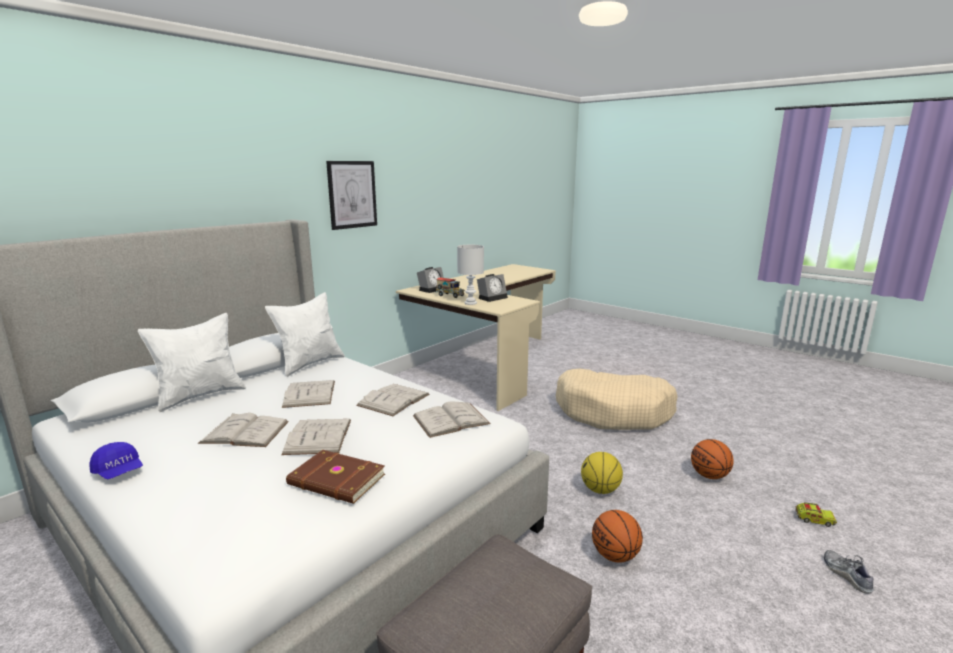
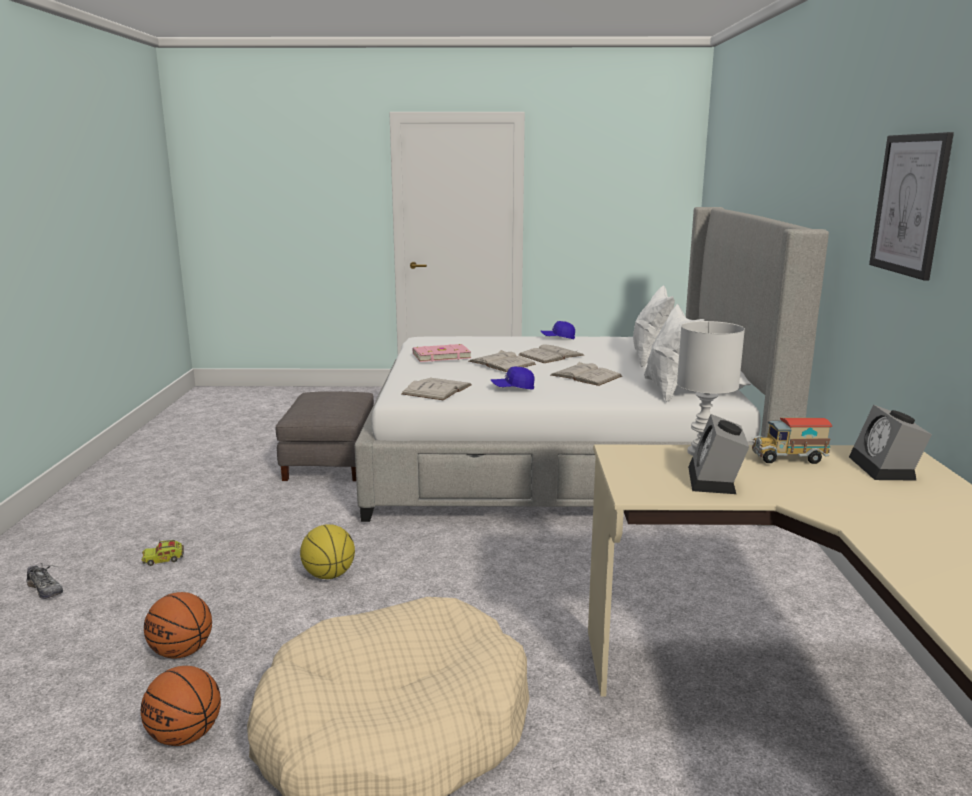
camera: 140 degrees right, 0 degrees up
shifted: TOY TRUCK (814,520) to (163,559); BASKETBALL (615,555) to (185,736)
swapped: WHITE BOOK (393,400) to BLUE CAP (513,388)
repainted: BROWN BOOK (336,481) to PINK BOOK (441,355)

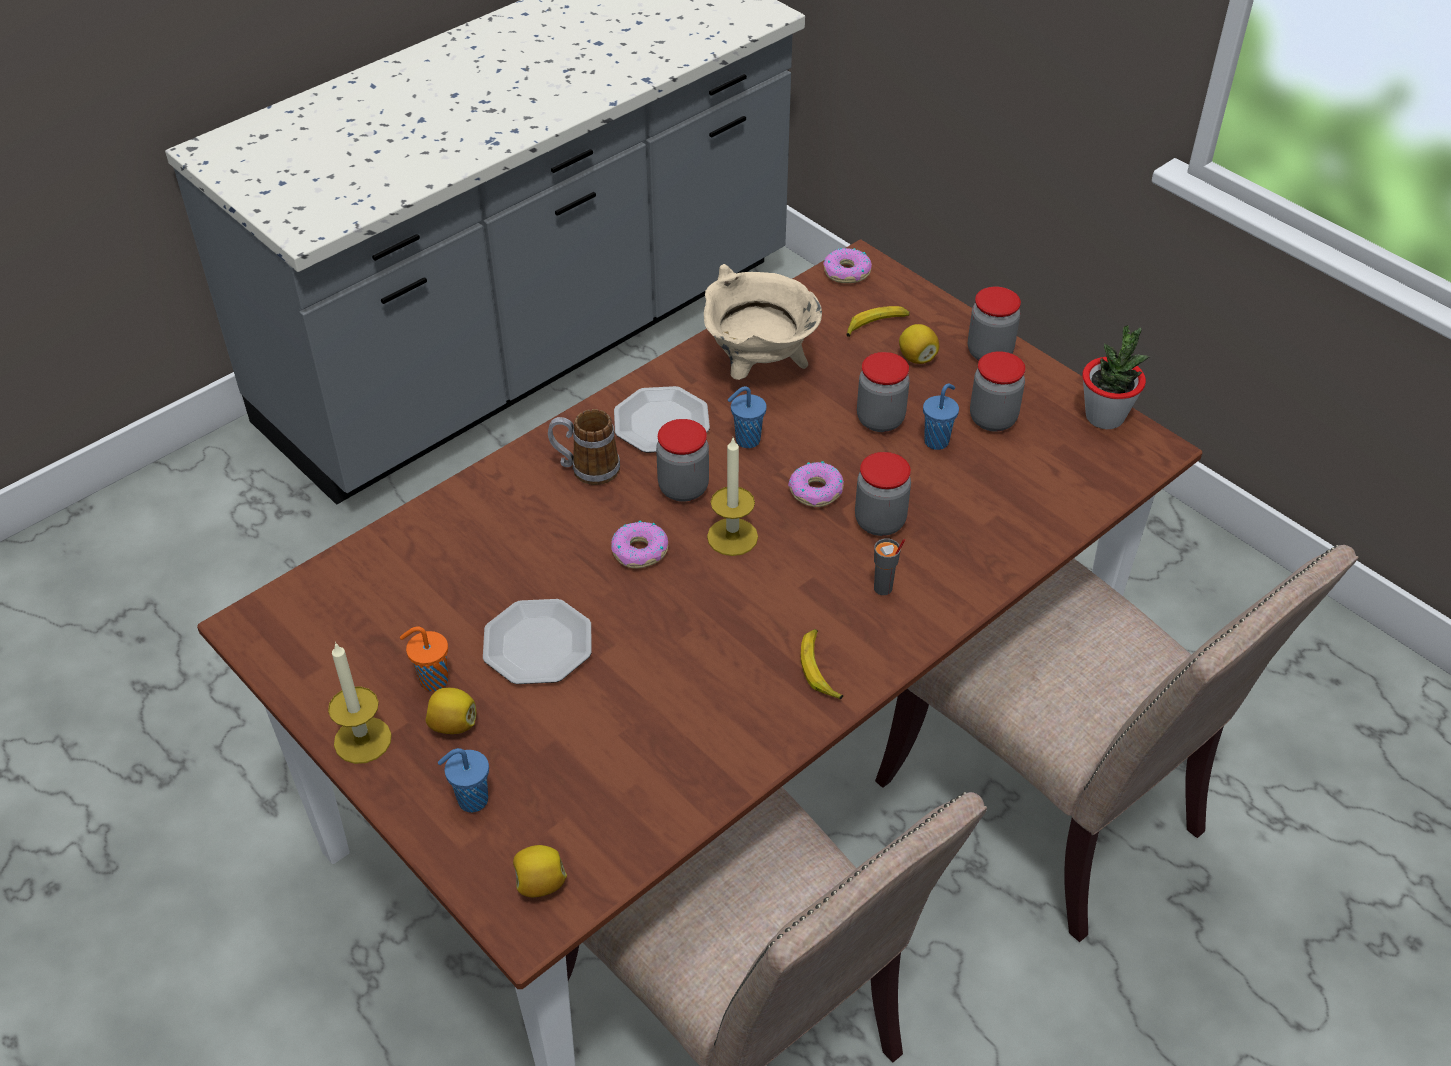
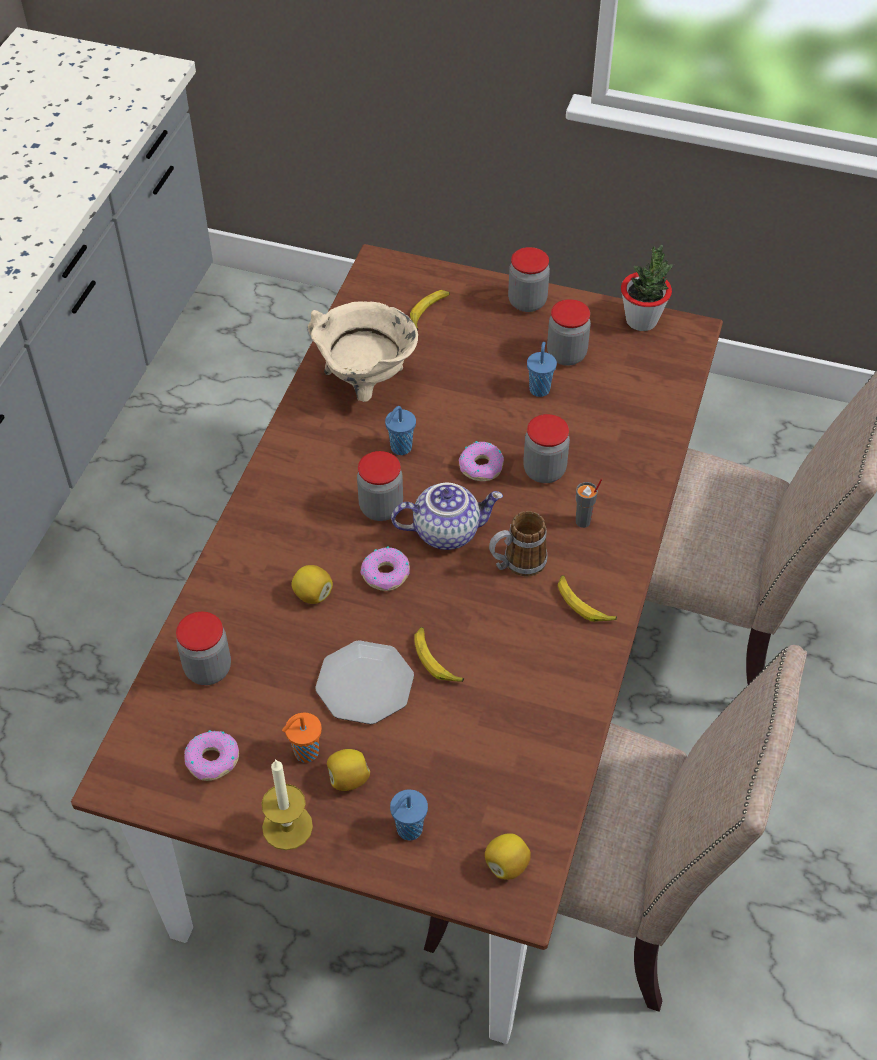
camera: 30 degrees left, 5 degrees up
gone: PLATE (662,423)
new: BANANA (436,659)
shifted: JAR (880,420) to (208,669); DONUT (846,272) to (212,760); LEMON (917,357) to (313,594); MUG (586,469) to (517,563)
swapped: CANDLE (732,537) to TEAPOT (447,530)

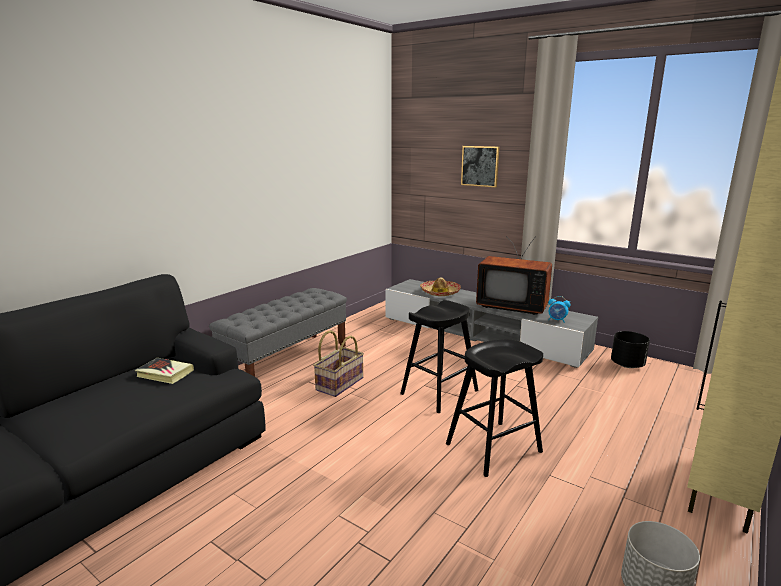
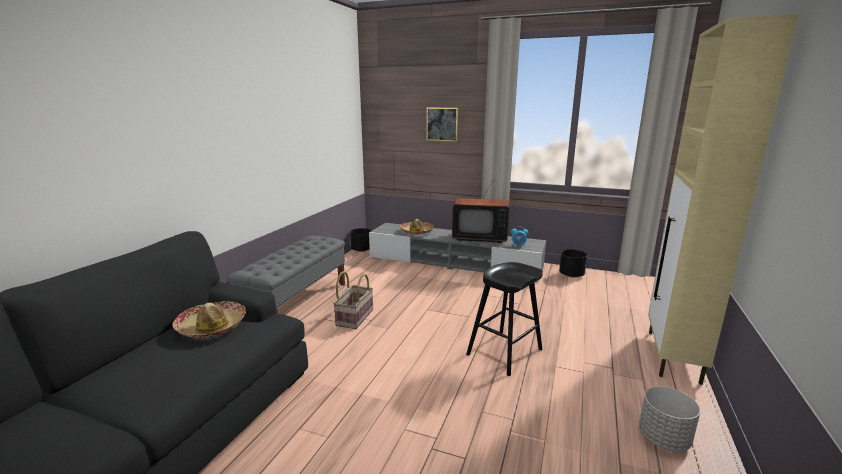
camera: 15 degrees left, 0 degrees up
gone: BLACK STOOL (439,392)
new: BLACK PLANTER (361,250)
swapped: BOOK (165,374) to HAT (212,326)

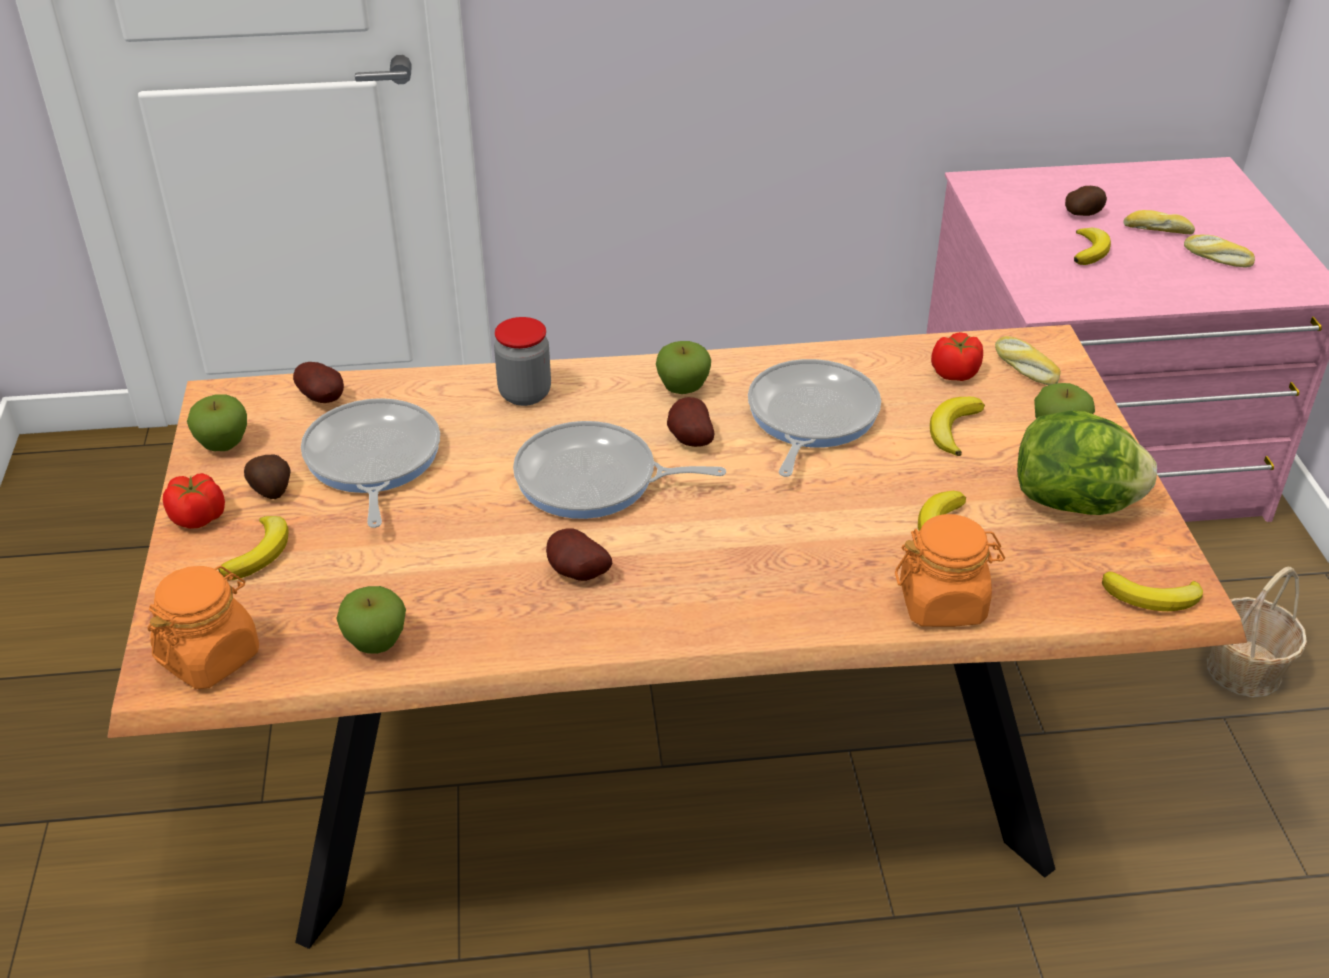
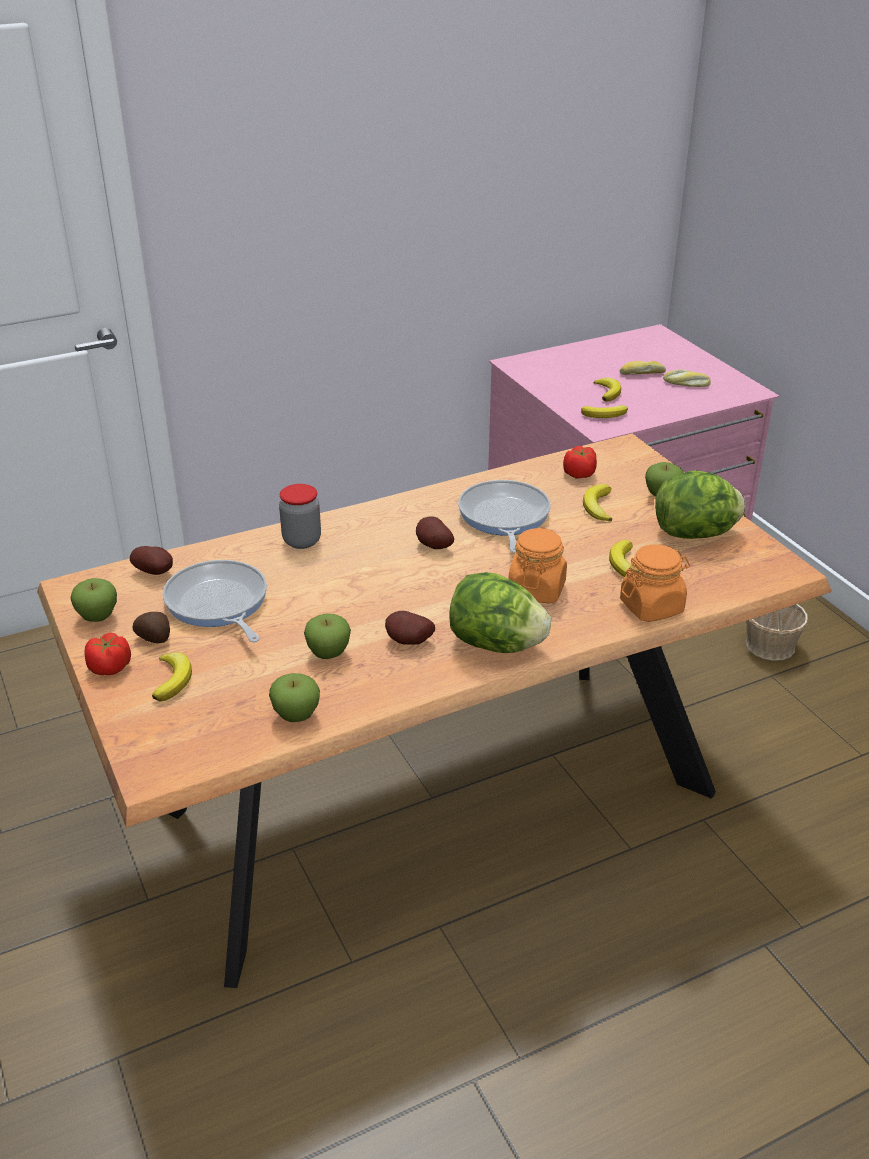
camera: 20 degrees left, 5 degrees down
gone: FRYING PAN (594,480); BREAD (1023,368); POTATO (1083,214)
new: LETTUCE (496,645)
shifted: APPLE (683,389) to (328,654); ORANGE JAR (210,657) to (536,589); BANANA (1153,598) to (606,414)

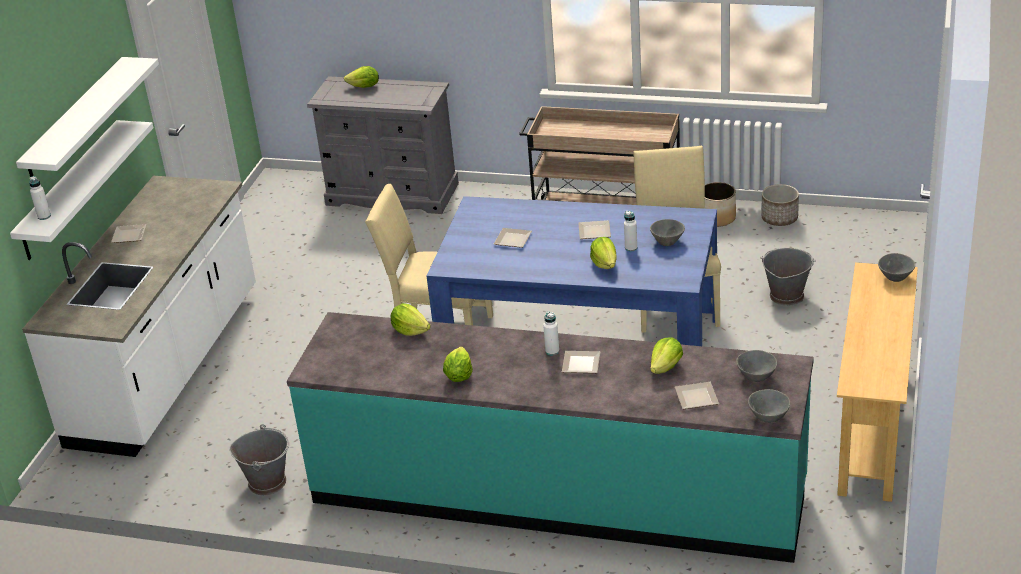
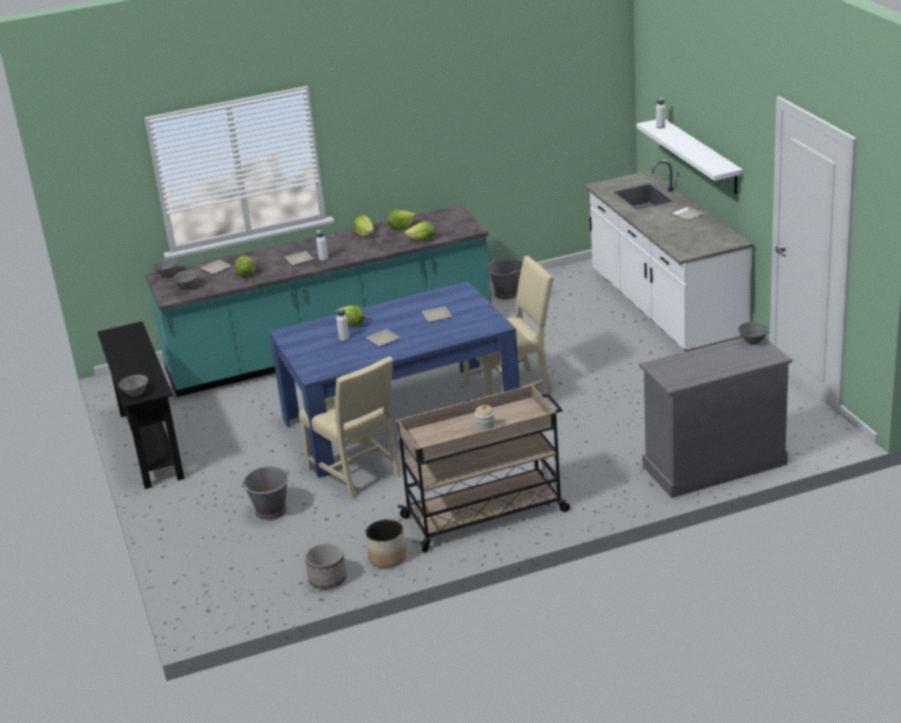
camera: 145 degrees right, 5 degrees down
gone: WHITE SHELF (76,124)
new: JAR (485,428)
shifted: LETTUCE (364,87) to (401,227); GREY BOWL (668,241) to (752,341)
repainted: BEIGE CONSOLE TABLE (872,431) to BLACK CONSOLE TABLE (150,445)

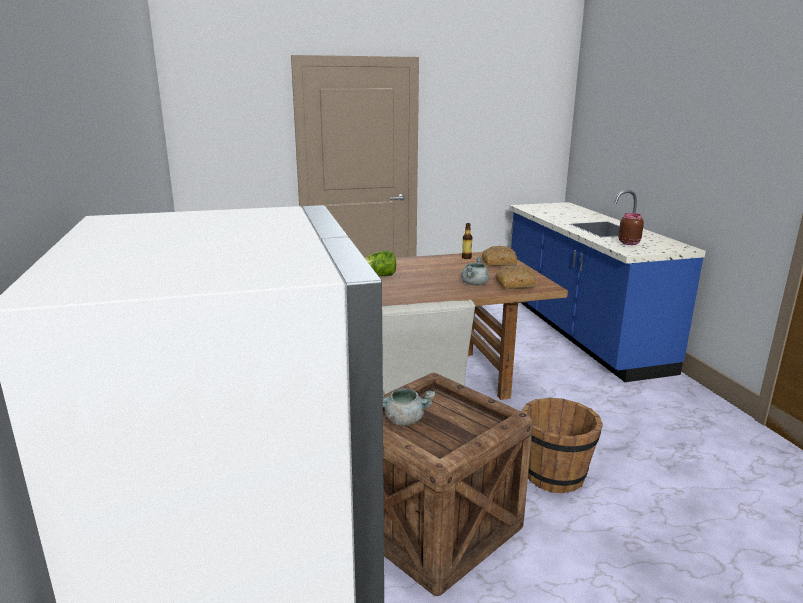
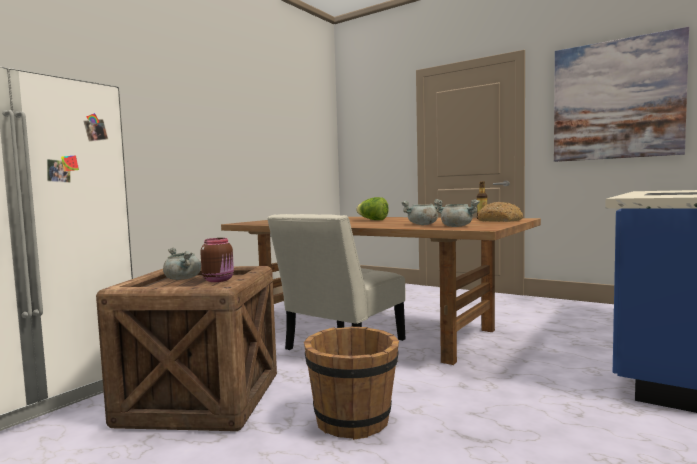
camera: 50 degrees right, 15 degrees down
new: PICTURE (616,100)
shifted: BROWN JAR (629,243) to (219,280)
swapped: BREAD (515,284) to GREY COOKING POT (457,226)

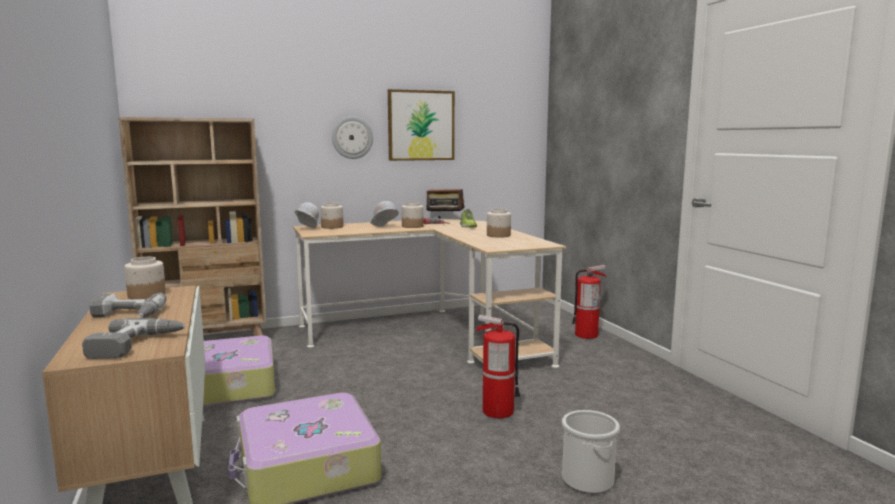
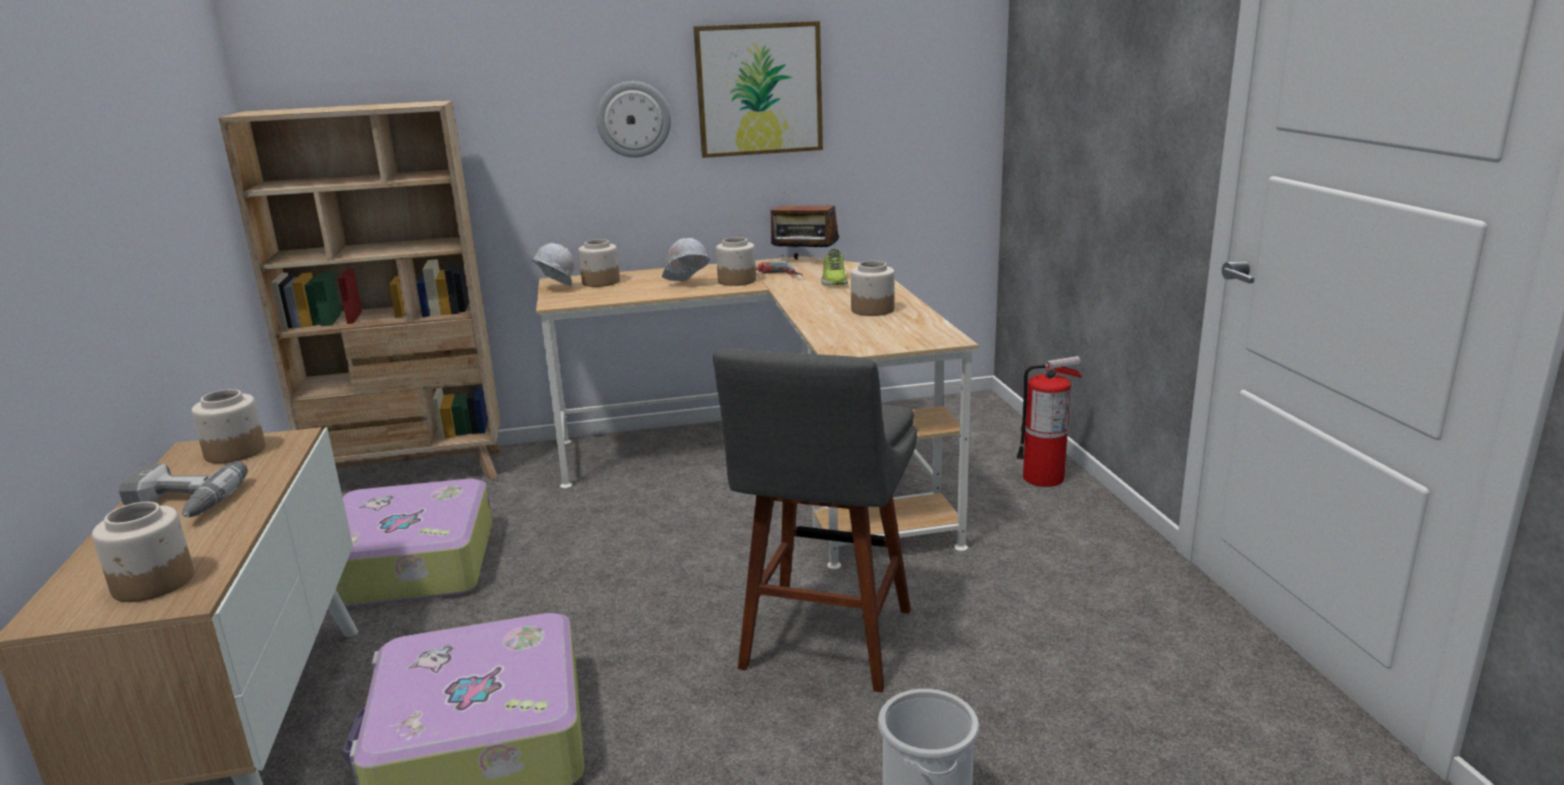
camera: 10 degrees right, 10 degrees up
swapped: POWER DRILL (136,345) to JAR (153,583); FIRE EXTINGUISHER (497,411) to GREY STOOL (824,644)

